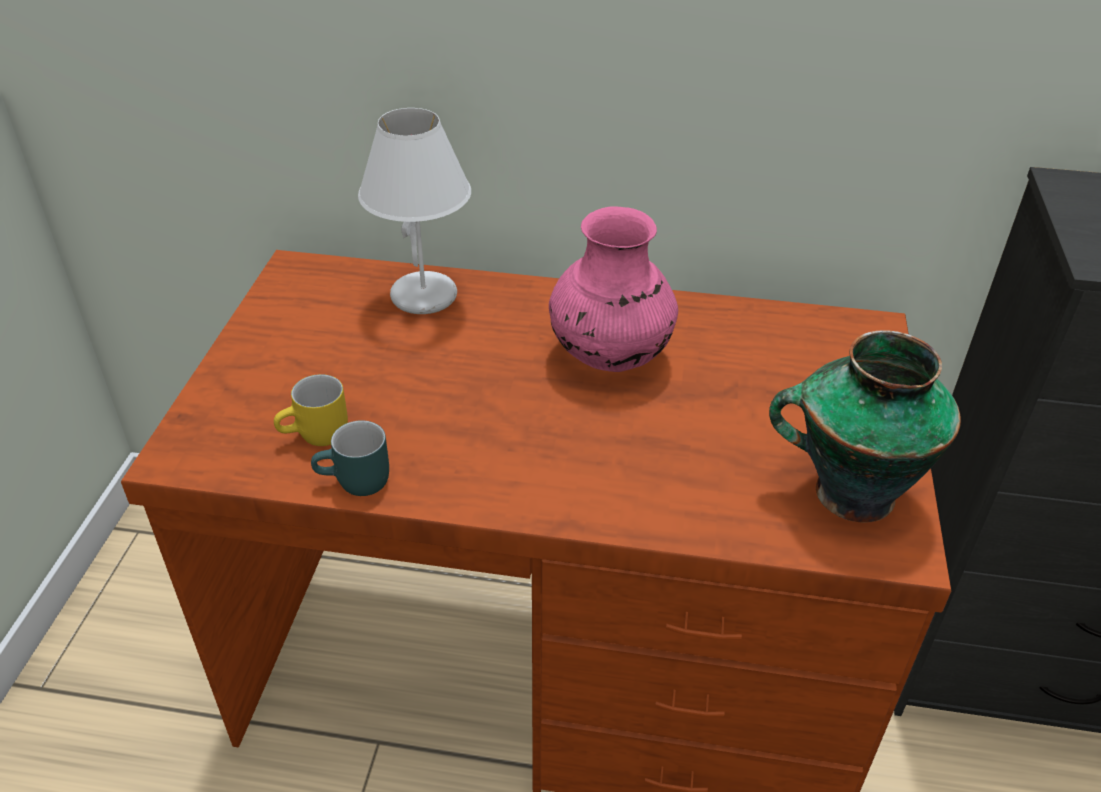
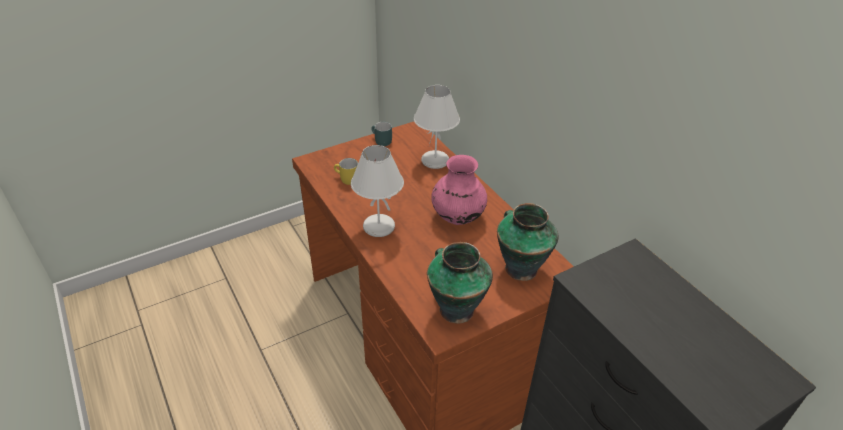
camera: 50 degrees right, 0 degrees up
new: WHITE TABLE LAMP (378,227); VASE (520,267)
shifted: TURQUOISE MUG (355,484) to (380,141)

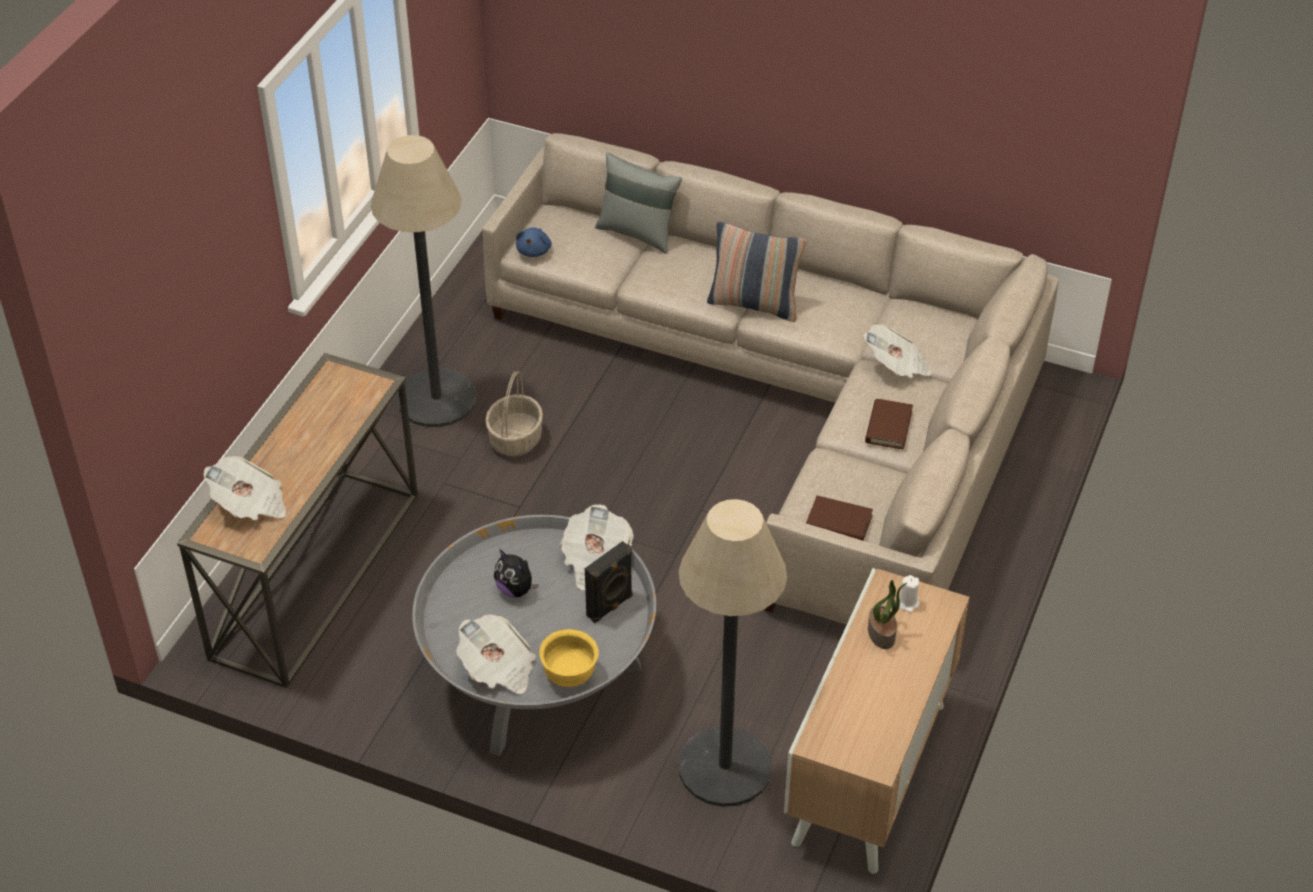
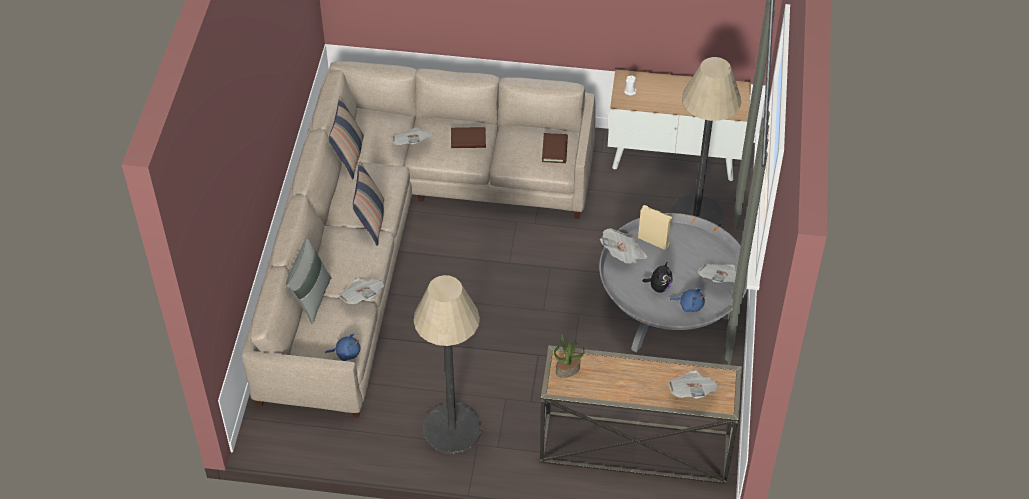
camera: 105 degrees left, 5 degrees up
gone: BASKET (515,439); YELLOW BOWL (569,675)
new: PILLOW (349,156); NEWSPAPER (362,297); BLUE PLUSH TOY (689,305)
shifted: POTTED PLANT (882,633) to (568,369)
repainted: BLACK SPEAKER (610,606) to BEIGE SPEAKER (653,241)

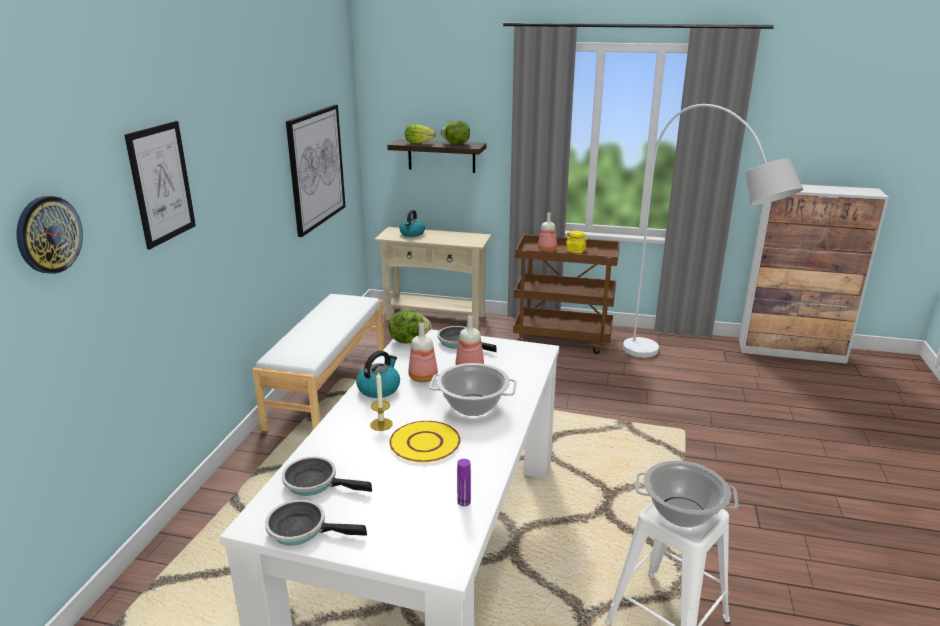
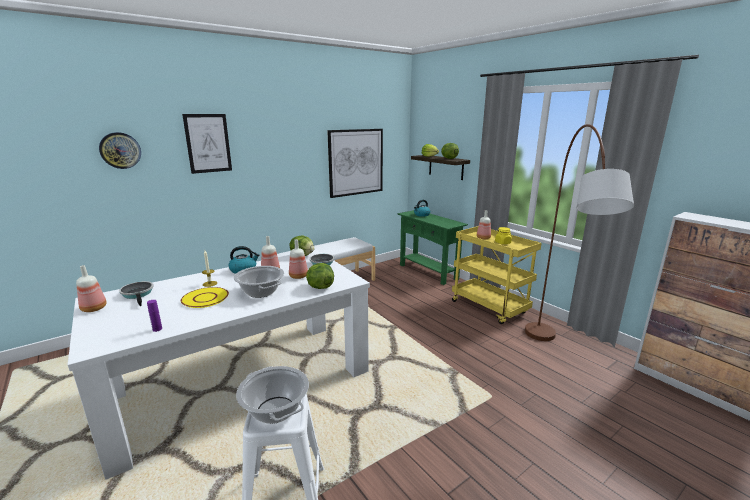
camera: 40 degrees right, 5 degrees down
new: LETTUCE (320,287)
swapped: FRYING PAN (302,529) to BOTTLE (94,308)
repainted: BEIGE CONSOLE TABLE (435,317) to GREEN CONSOLE TABLE (428,272); BROWN CART (563,339) to YELLOW CART (490,308); WHITE FLOOR LAMP (688,378) to BROWN FLOOR LAMP (551,365)

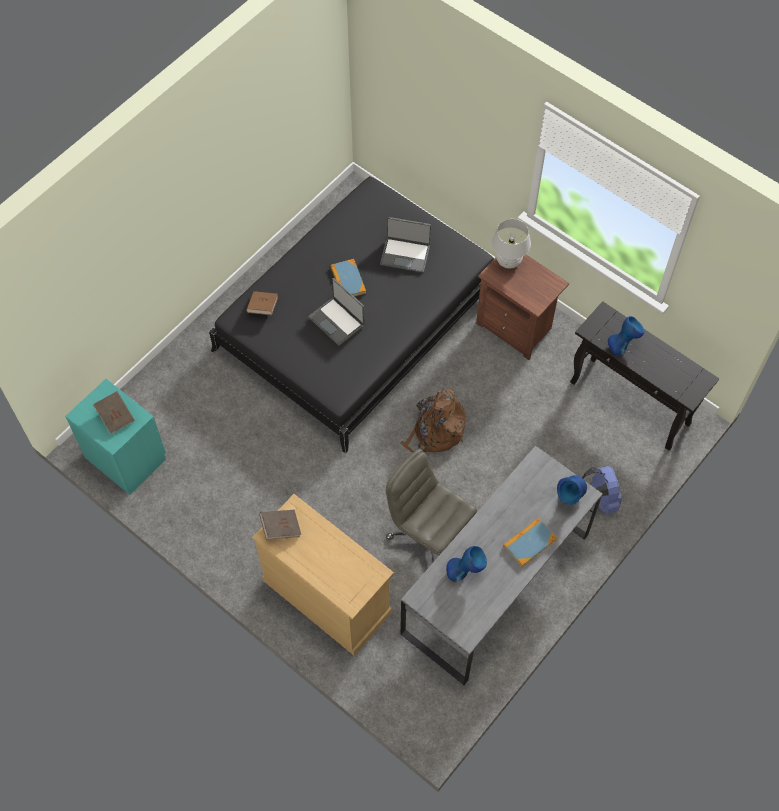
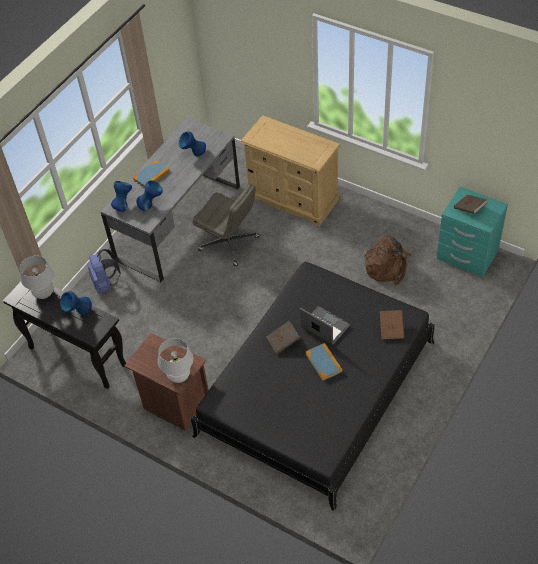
camera: 175 degrees right, 10 degrees down
gone: LAPTOP (405,254)
new: WHITE TABLE LAMP (44,293); BLUE VASE (151,205)
shifted: BROWN BOOK (281,528) to (283,342); BROWN BACKPACK (435,431) to (387,267)

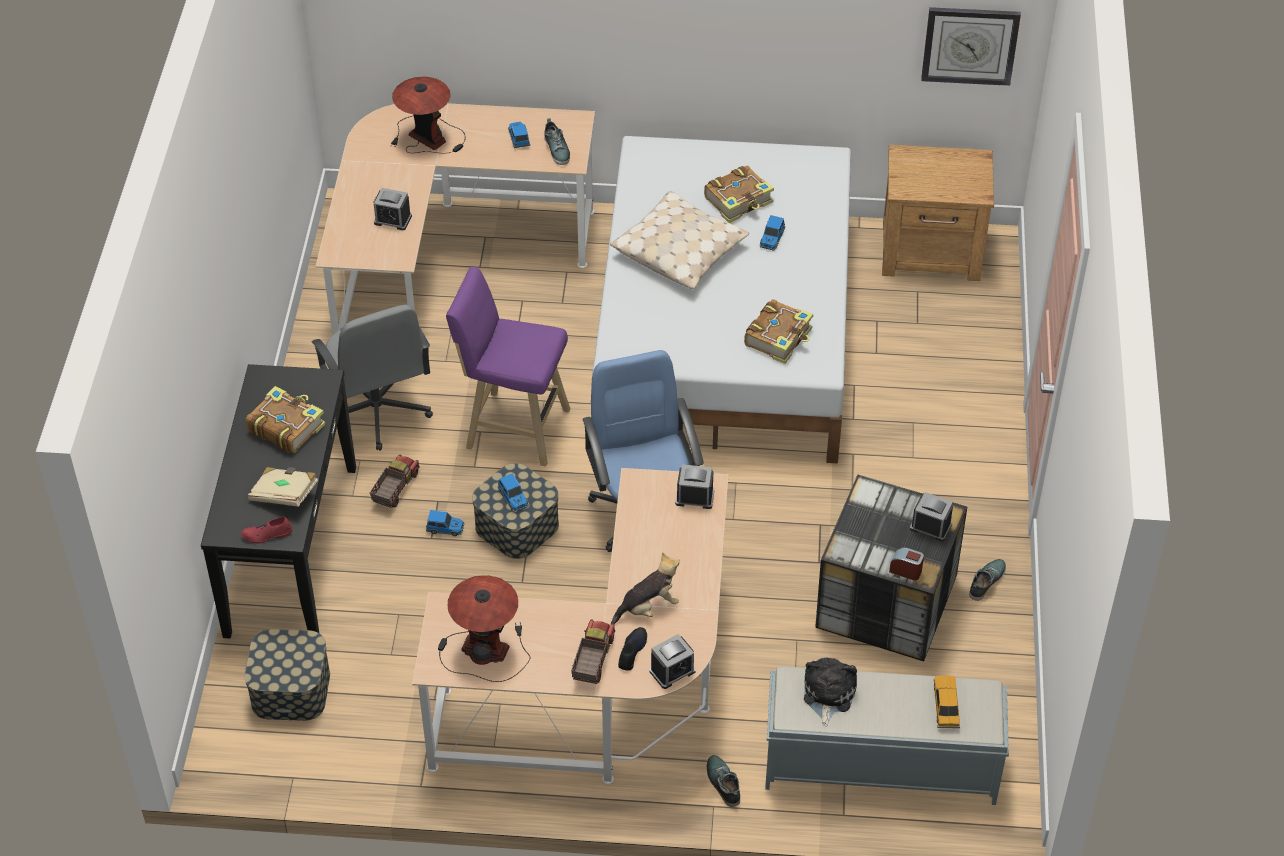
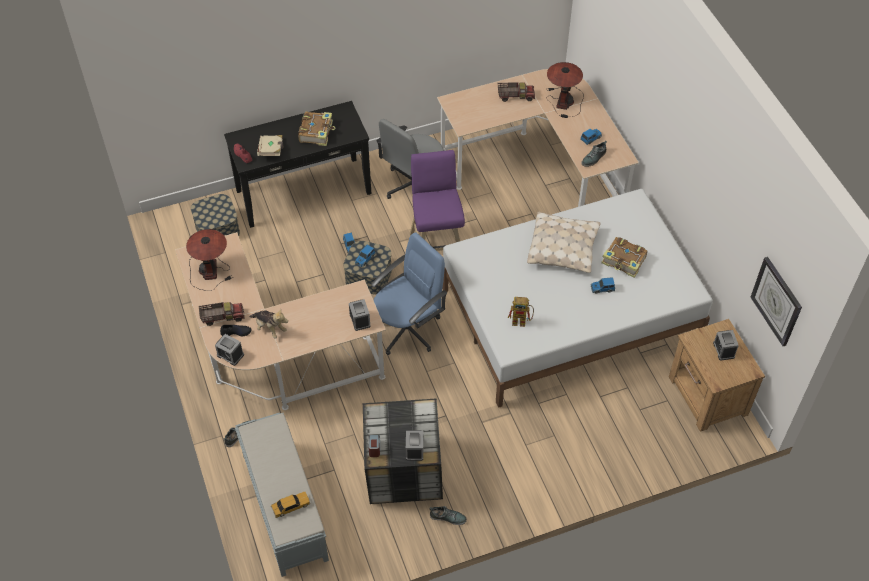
camera: 65 degrees right, 5 degrees up
gone: PLUSH TOY (827,695)
shifted: TOY TRUCK (395,488) to (515,96); ALARM CLOCK (393,219) to (723,350)
swapped: BOOK (779,338) to TOY ROBOT (522,321)

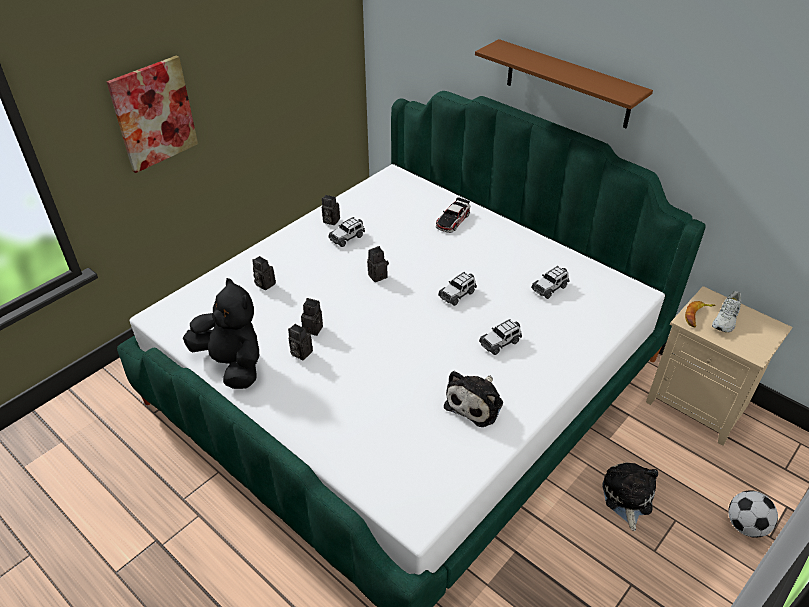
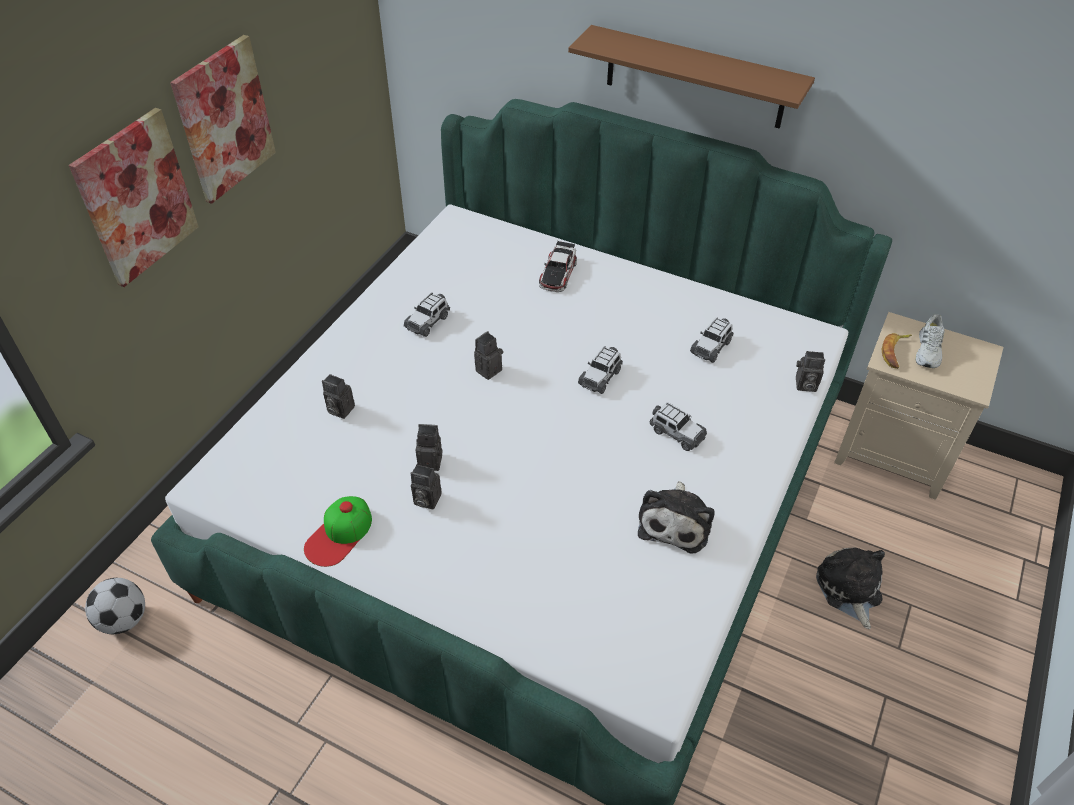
camera: 15 degrees left, 5 degrees up
new: PICTURE (224,119)
shifted: FOOTBALL (745,525) to (124,619); PHOTO CAMERA (330,221) to (804,385)
swapped: BLACK PLUSH TOY (232,364) to CAP (339,534)
rotated: TOY CAR (500,342) = (676,433) 90 degrees counterclockwise

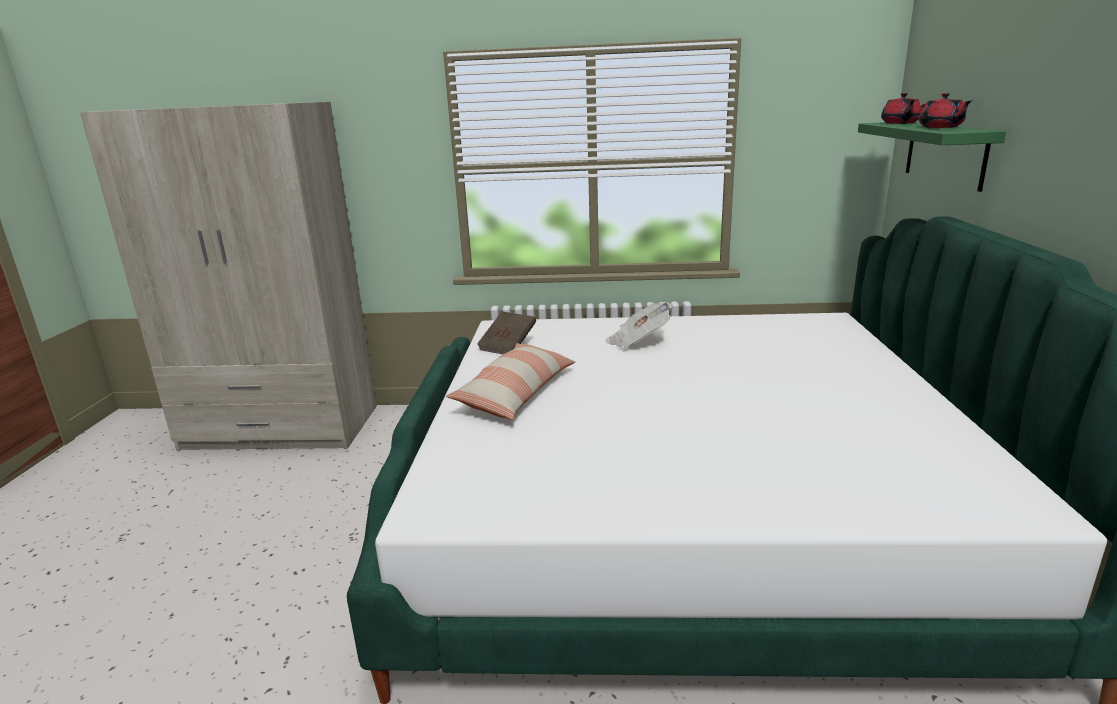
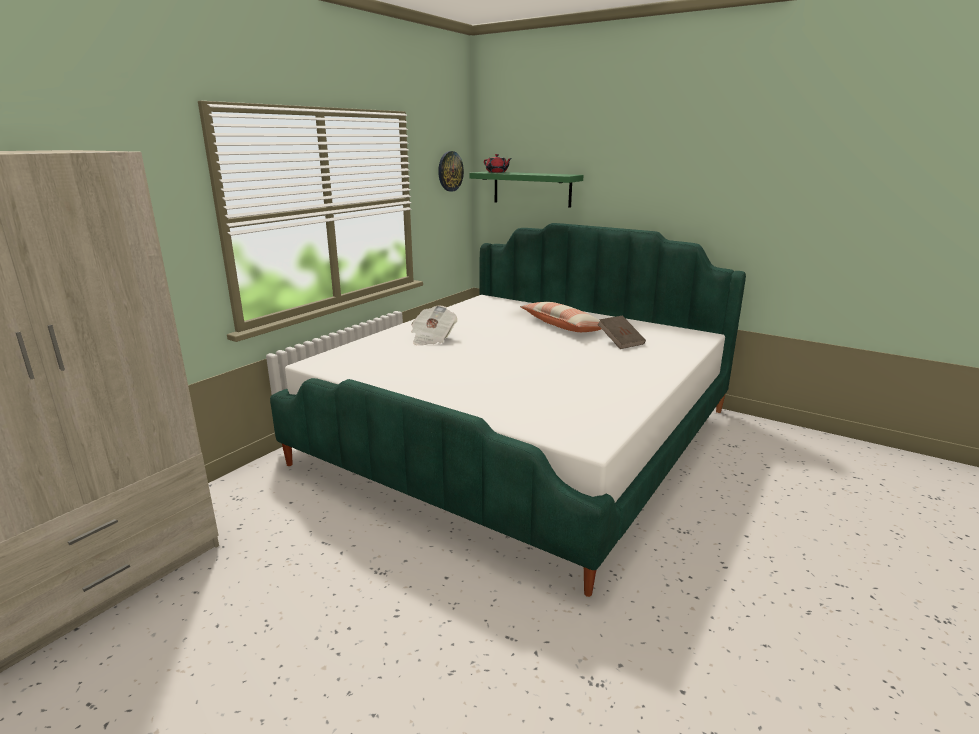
camera: 60 degrees left, 0 degrees up
gone: RED TEAPOT (941,127)
new: WALL CLOCK (450,171)
shifted: PILLOW (516,394) to (562,326); BROWN BOOK (508,346) to (620,342)

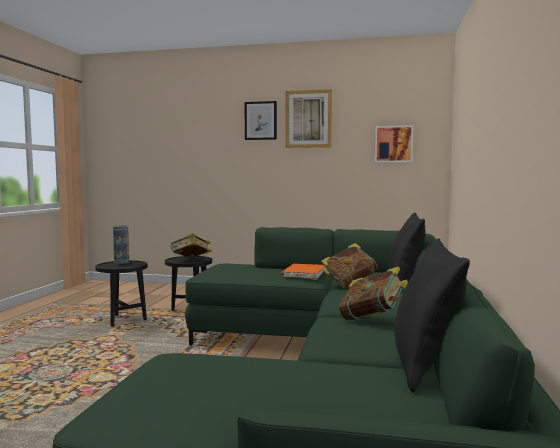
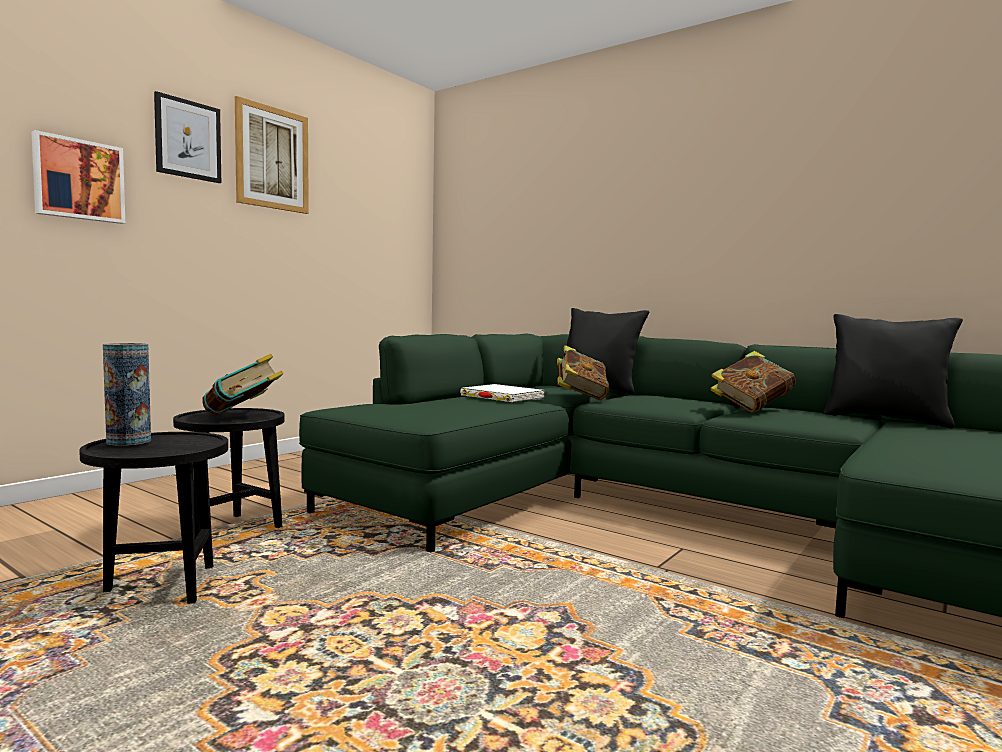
camera: 65 degrees left, 0 degrees up
shifted: PICTURE (393,144) to (78,180)
repainted: ORANGE BOOK (304,274) to WHITE BOOK (502,397)

